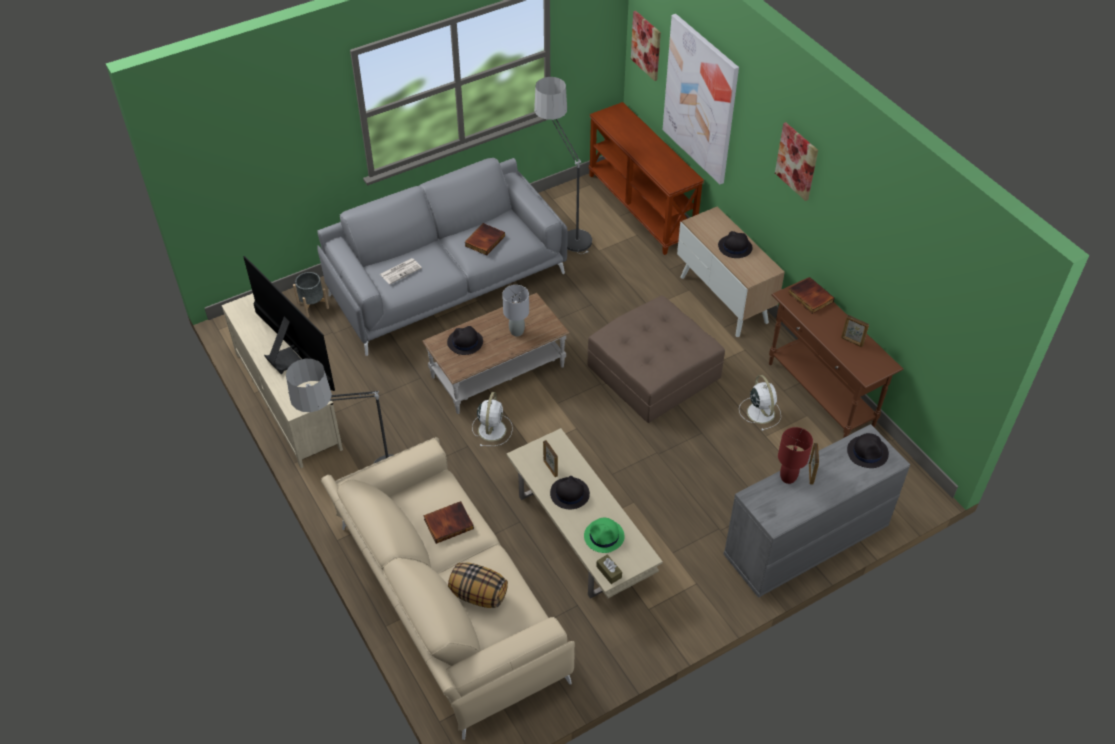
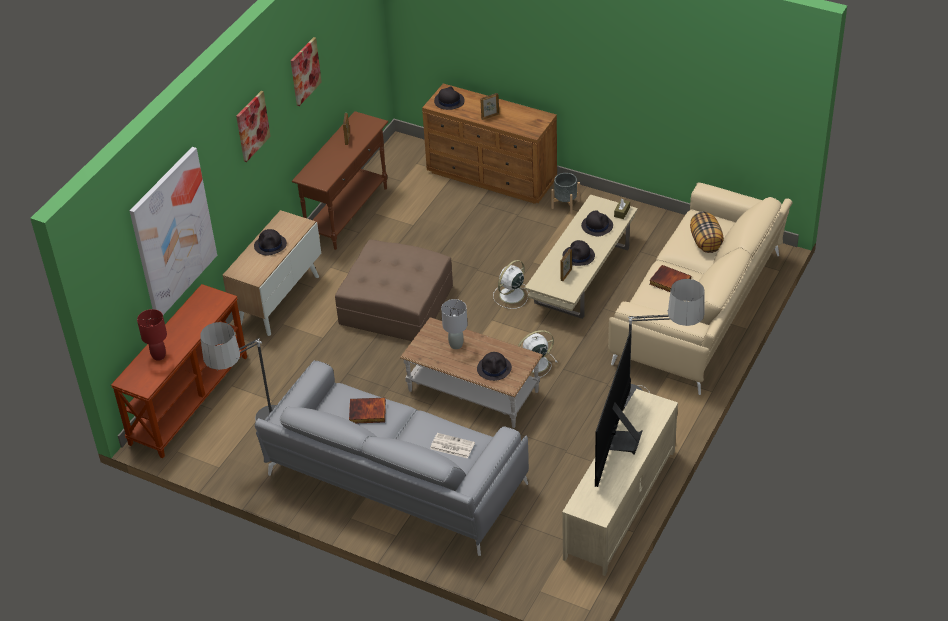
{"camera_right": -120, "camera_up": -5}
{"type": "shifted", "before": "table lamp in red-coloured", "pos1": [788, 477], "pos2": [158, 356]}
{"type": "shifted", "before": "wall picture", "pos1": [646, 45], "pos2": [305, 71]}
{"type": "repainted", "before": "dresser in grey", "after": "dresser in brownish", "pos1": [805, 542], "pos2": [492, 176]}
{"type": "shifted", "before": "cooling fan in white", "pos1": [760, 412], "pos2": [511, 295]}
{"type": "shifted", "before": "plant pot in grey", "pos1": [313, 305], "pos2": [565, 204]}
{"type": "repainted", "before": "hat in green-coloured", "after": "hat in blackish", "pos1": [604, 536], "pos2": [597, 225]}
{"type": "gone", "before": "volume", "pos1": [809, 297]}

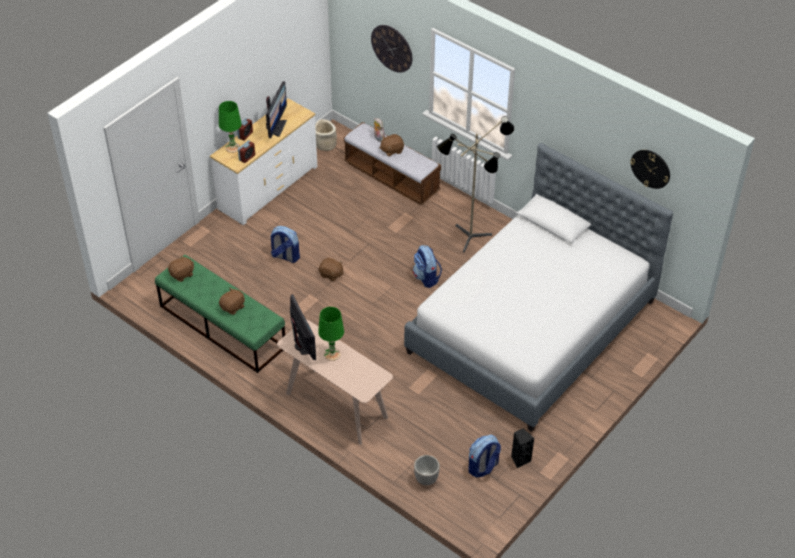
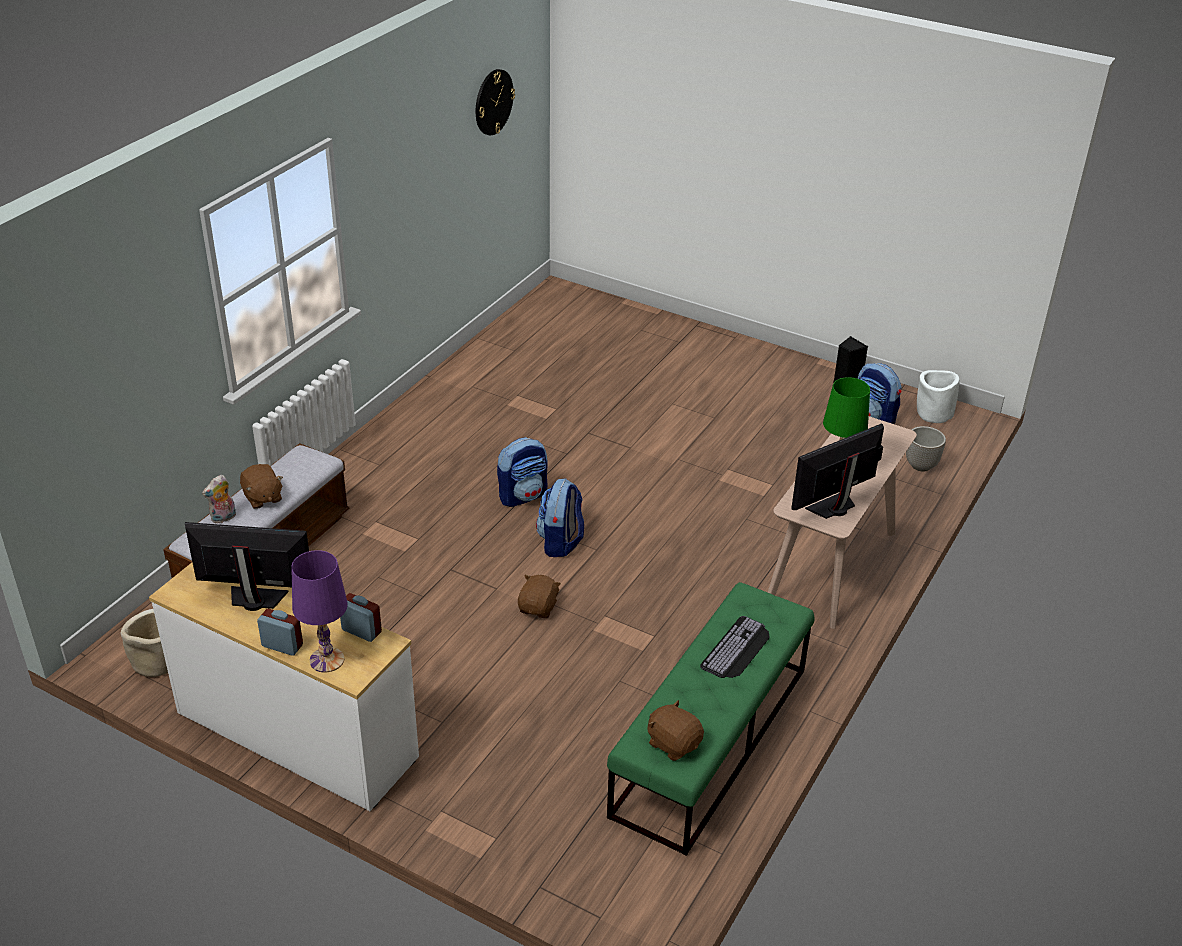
{"camera_right": -100, "camera_up": -10}
{"type": "repainted", "before": "table lamp in green-coloured", "after": "table lamp in purplish", "pos1": [233, 147], "pos2": [326, 659]}
{"type": "shifted", "before": "knapsack", "pos1": [285, 256], "pos2": [561, 542]}
{"type": "swapped", "before": "soft toy in brownish", "after": "keyboard", "pos1": [233, 307], "pos2": [737, 649]}
{"type": "new", "after": "plant pot in white", "pos2": [934, 413]}
{"type": "gone", "before": "clock on the wall", "pos1": [392, 48]}
{"type": "gone", "before": "sleeping bed", "pos1": [532, 326]}
{"type": "gone", "before": "standard lamp", "pos1": [472, 241]}

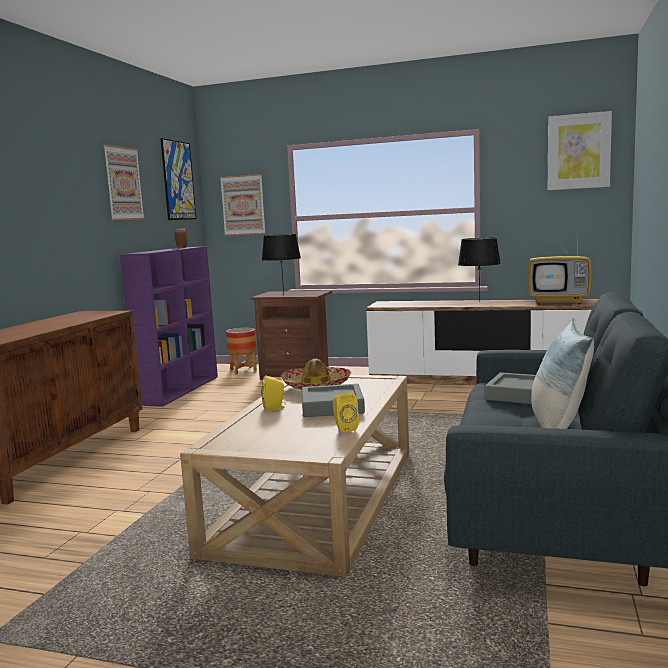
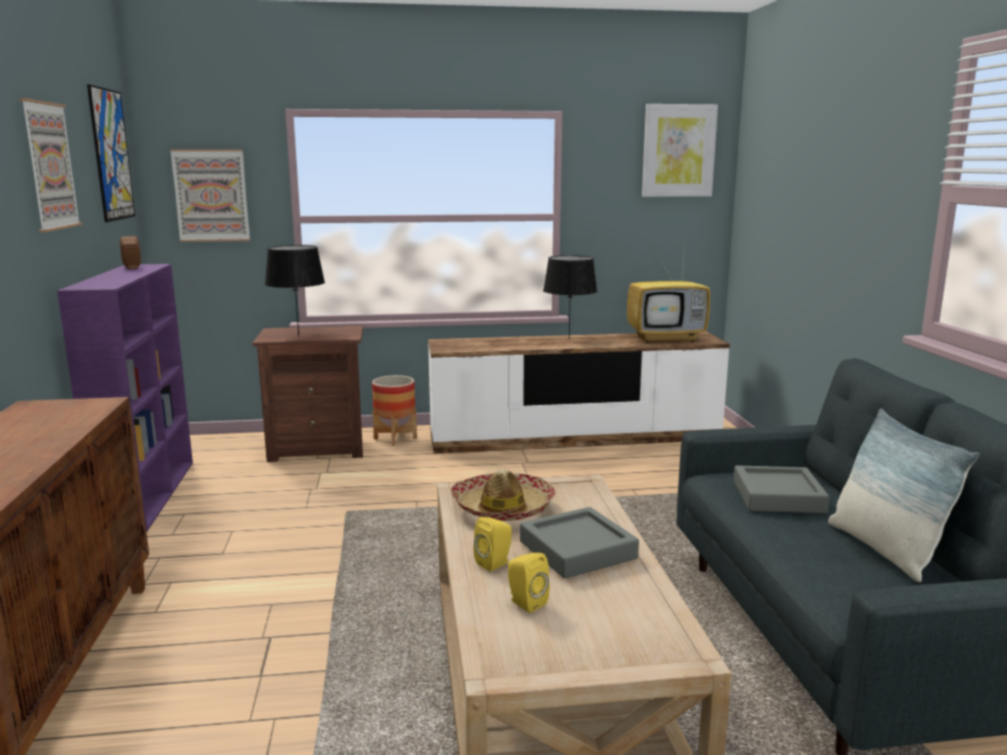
{"camera_right": -25, "camera_up": 5}
{"type": "shifted", "before": "plant pot", "pos1": [243, 370], "pos2": [395, 438]}
{"type": "shifted", "before": "loudspeaker in yellow-coloured", "pos1": [344, 428], "pos2": [525, 602]}

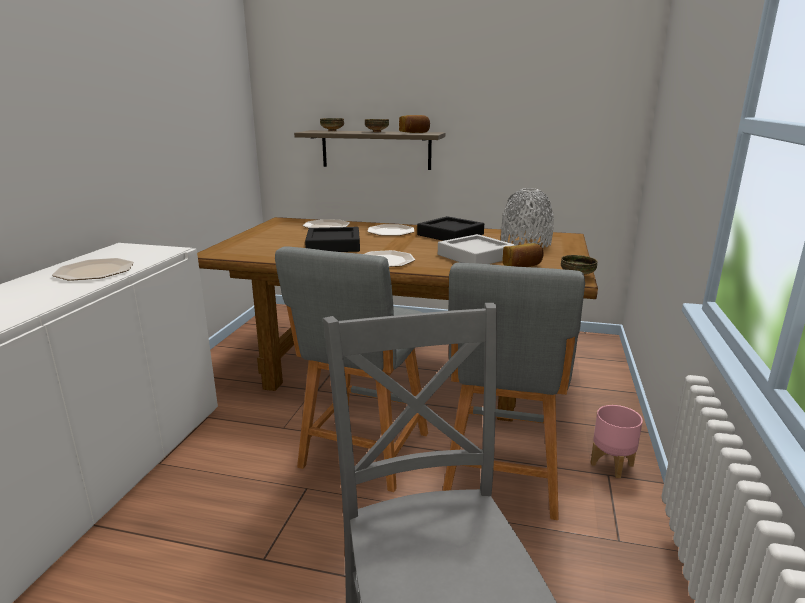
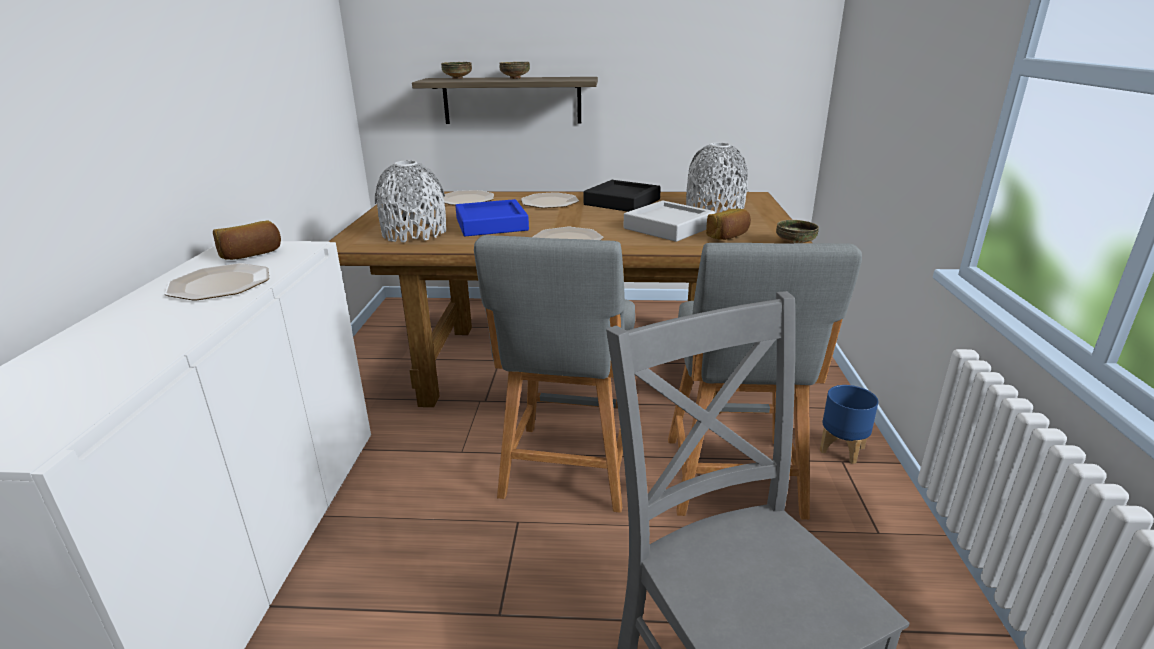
{"camera_right": -10, "camera_up": 5}
{"type": "shifted", "before": "bakery bread", "pos1": [415, 133], "pos2": [251, 254]}
{"type": "new", "after": "flower vase in grey", "pos2": [414, 233]}
{"type": "repainted", "before": "serving tray in blackish", "after": "serving tray in blue-coloured", "pos1": [333, 245], "pos2": [491, 224]}
{"type": "repainted", "before": "plant pot in pink", "after": "plant pot in blue-coloured", "pos1": [612, 465], "pos2": [842, 450]}

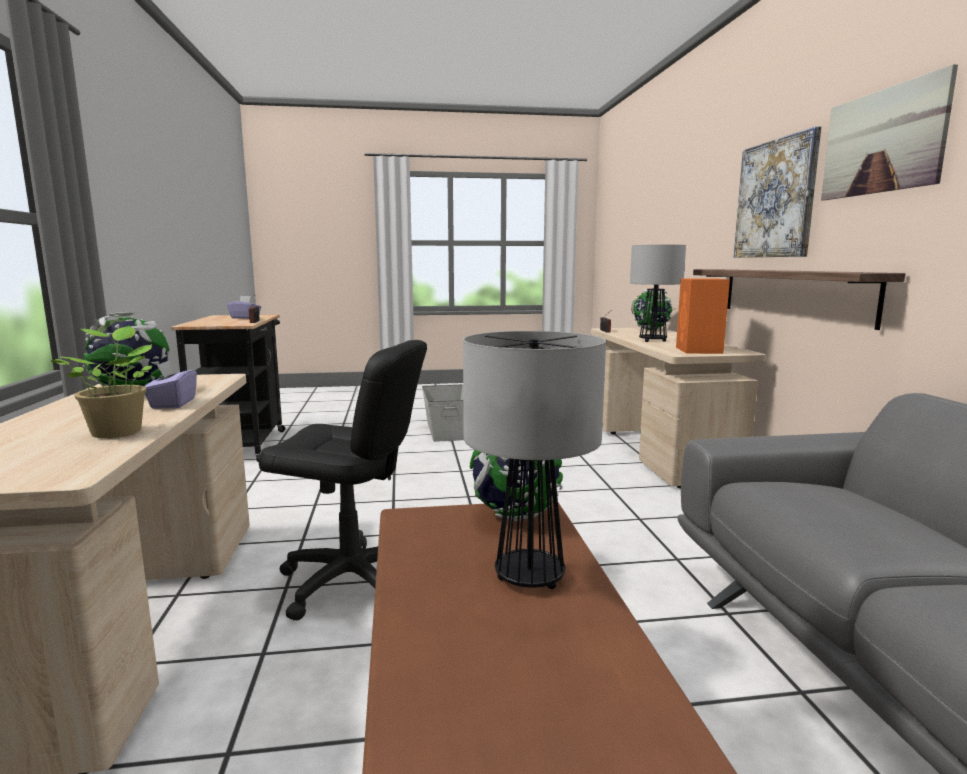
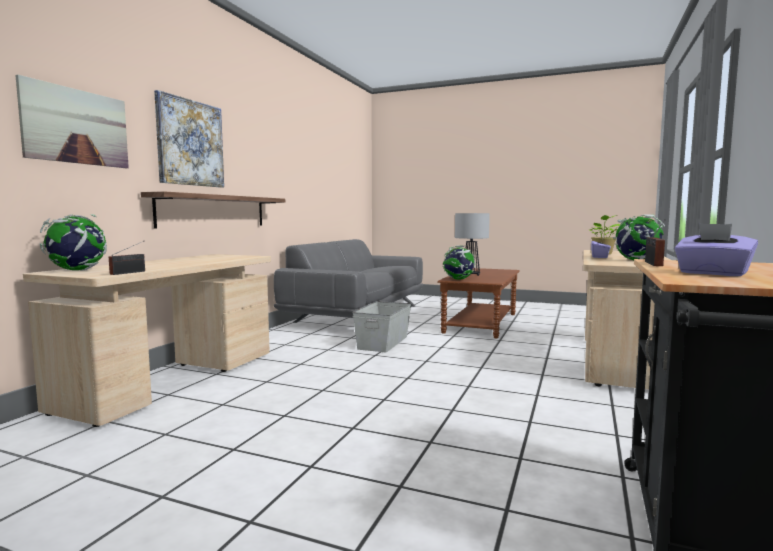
{"camera_right": -150, "camera_up": -5}
{"type": "shifted", "before": "wall picture", "pos1": [882, 141], "pos2": [77, 126]}
{"type": "shifted", "before": "storage box in grey", "pos1": [447, 430], "pos2": [382, 342]}
{"type": "gone", "before": "office chair in blackish", "pos1": [352, 582]}
{"type": "gone", "before": "table lamp", "pos1": [653, 341]}
{"type": "gone", "before": "loudspeaker in orangey", "pos1": [699, 350]}

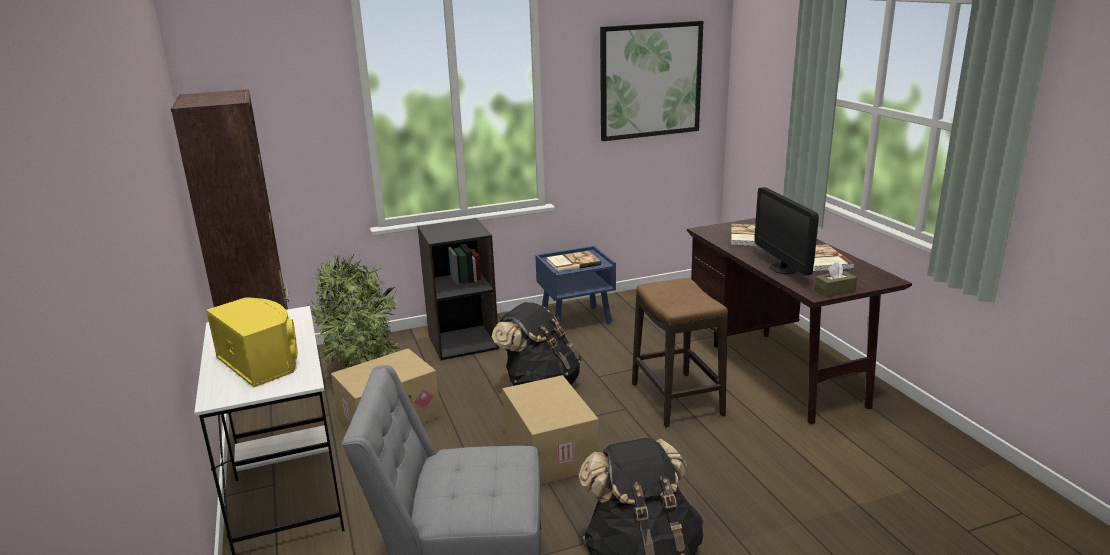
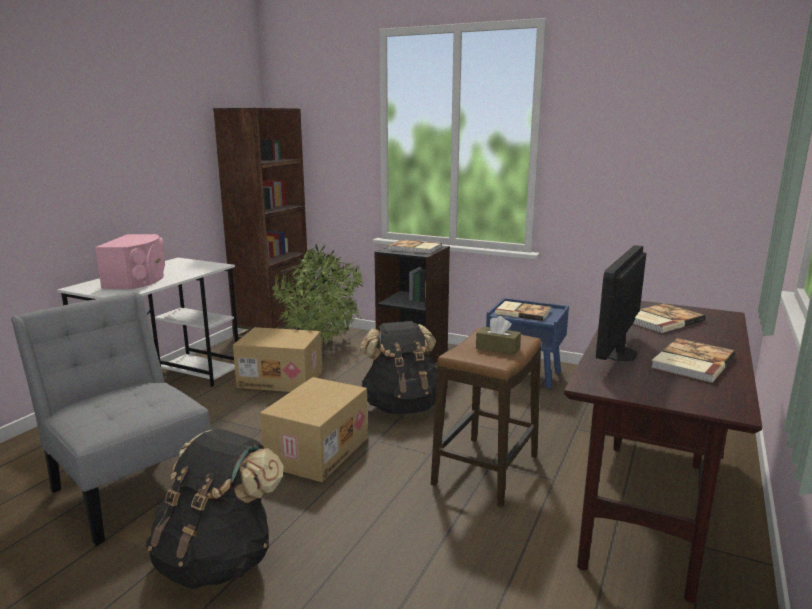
{"camera_right": 45, "camera_up": -5}
{"type": "repainted", "before": "loudspeaker in yellow-coloured", "after": "loudspeaker in pink", "pos1": [261, 362], "pos2": [138, 280]}
{"type": "new", "after": "volume", "pos2": [415, 248]}
{"type": "shifted", "before": "box of tissues in brownish", "pos1": [834, 291], "pos2": [497, 348]}
{"type": "gone", "before": "wall picture", "pos1": [650, 80]}

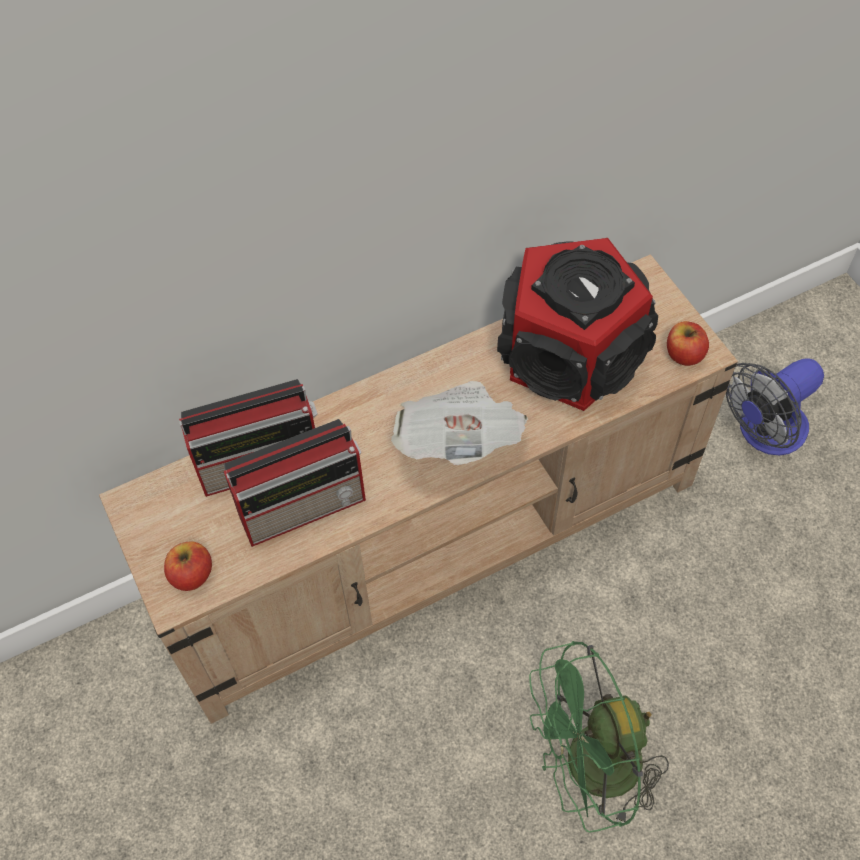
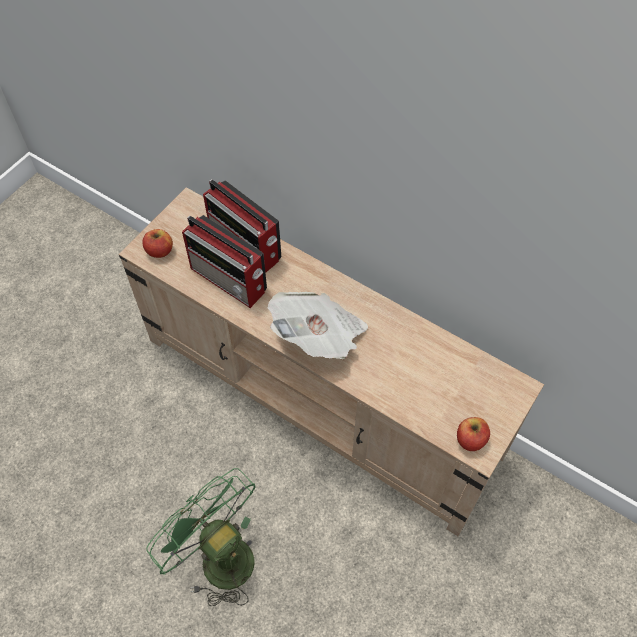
{"camera_right": 60, "camera_up": 0}
{"type": "gone", "before": "loudspeaker", "pos1": [569, 355]}
{"type": "gone", "before": "cooling fan", "pos1": [764, 433]}

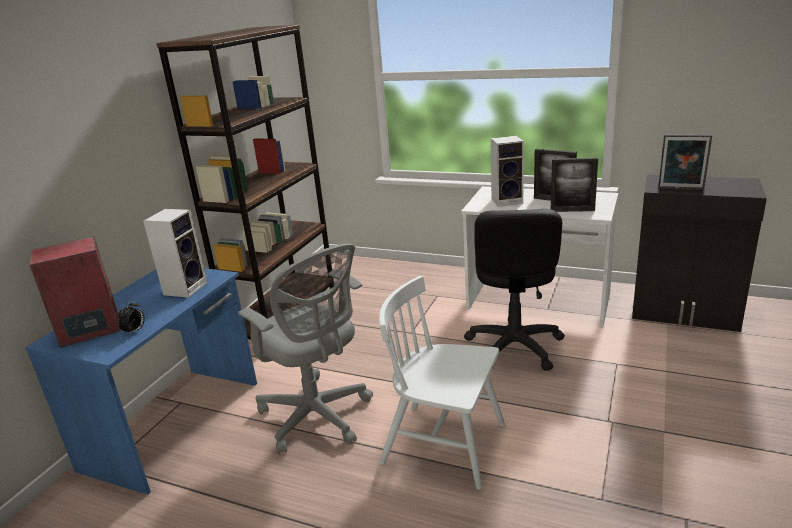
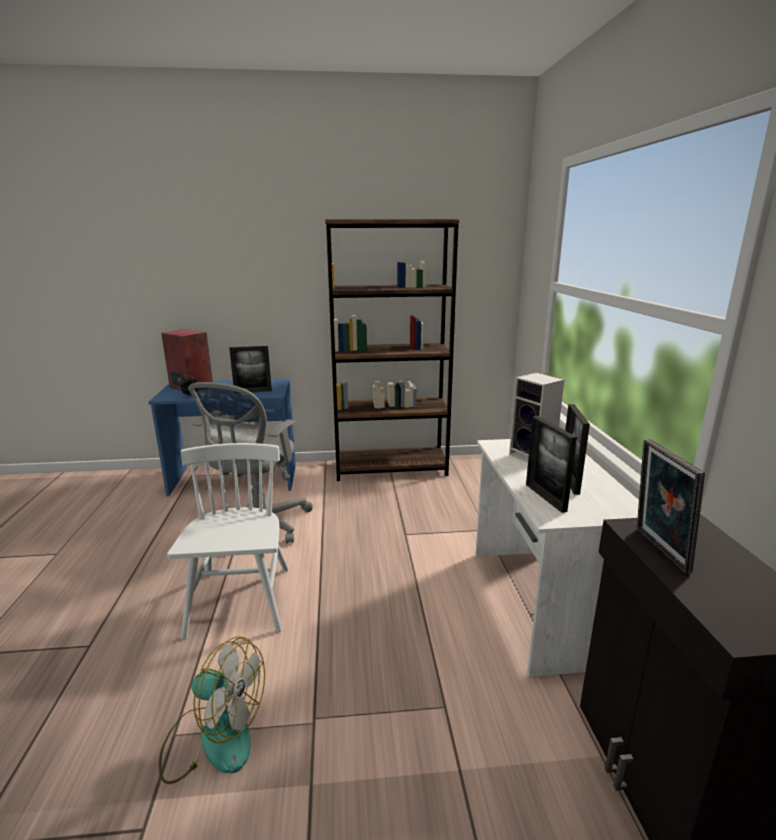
{"camera_right": 60, "camera_up": -5}
{"type": "new", "after": "cooling fan", "pos2": [213, 737]}
{"type": "swapped", "before": "loudspeaker", "after": "picture frame", "pos1": [186, 288], "pos2": [253, 391]}
{"type": "gone", "before": "office chair in blackish", "pos1": [514, 347]}

